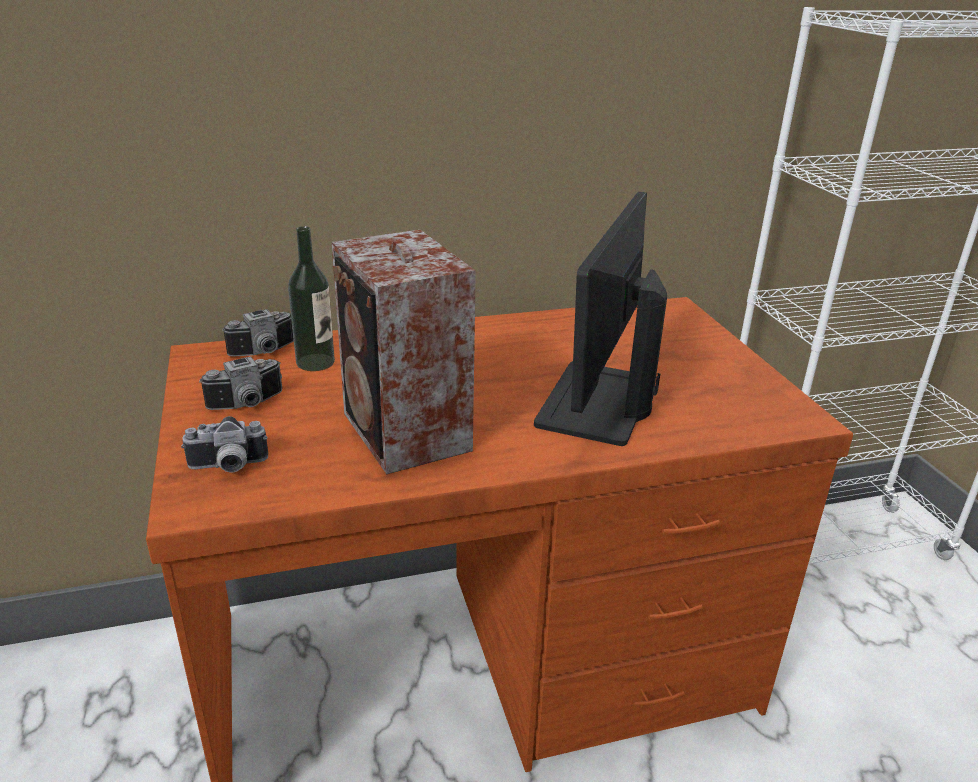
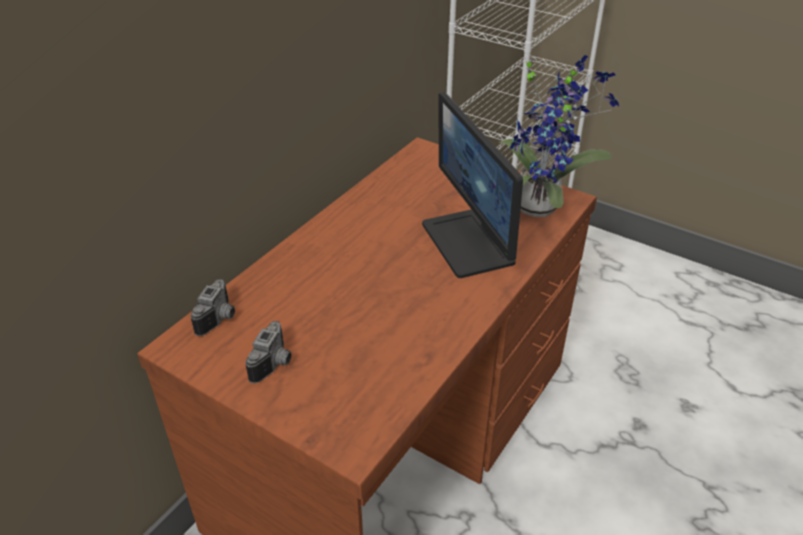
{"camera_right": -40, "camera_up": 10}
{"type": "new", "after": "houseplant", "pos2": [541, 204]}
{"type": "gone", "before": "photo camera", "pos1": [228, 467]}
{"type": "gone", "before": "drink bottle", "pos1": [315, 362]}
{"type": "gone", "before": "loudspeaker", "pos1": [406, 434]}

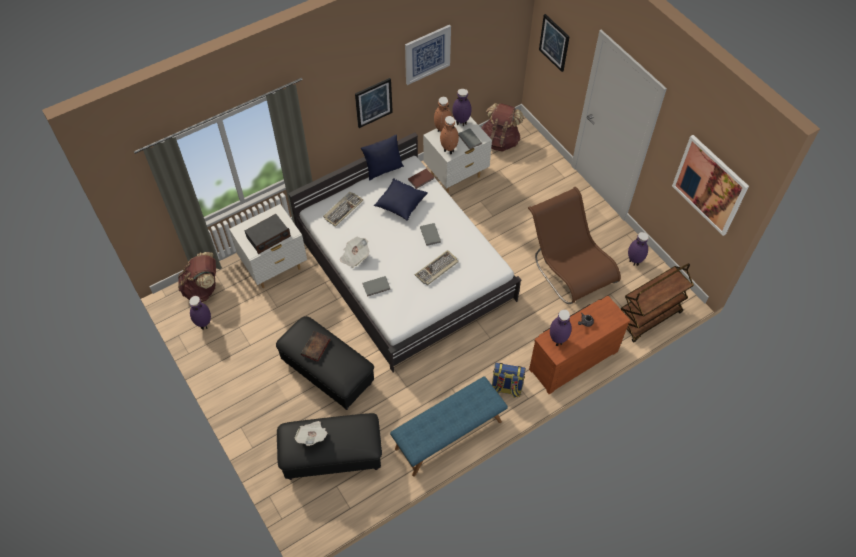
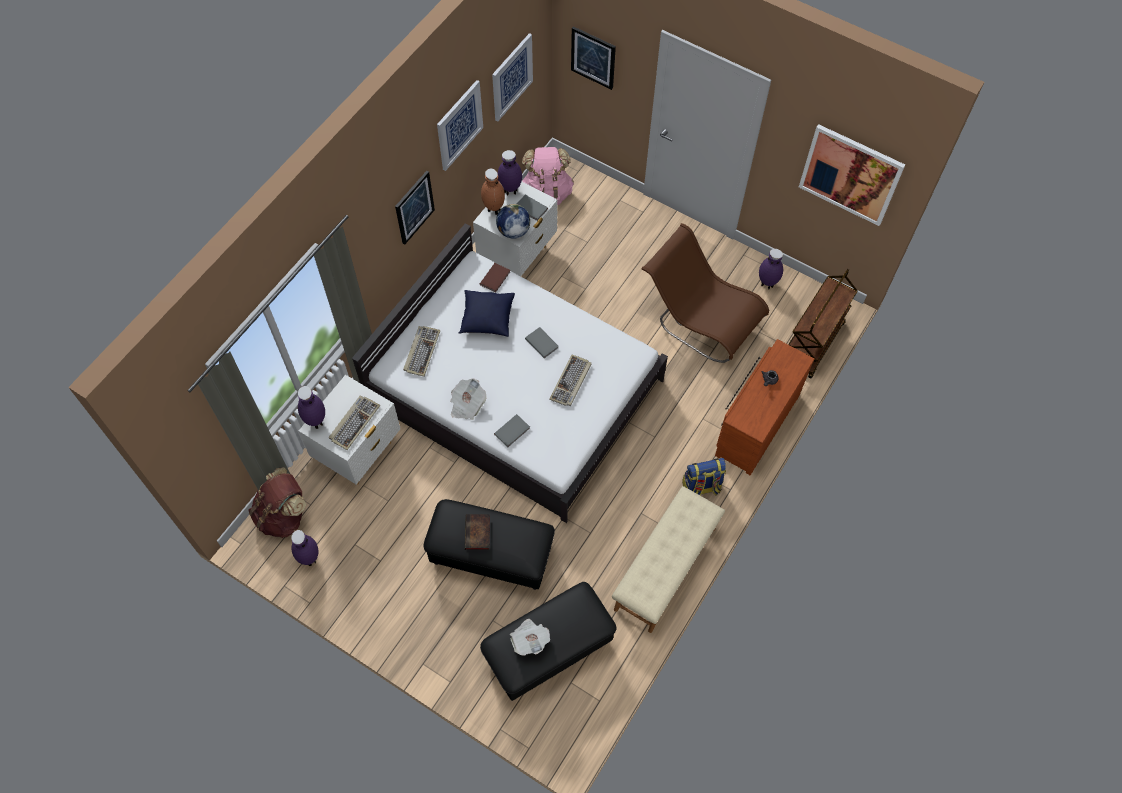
{"camera_right": -25, "camera_up": 5}
{"type": "shifted", "before": "flower vase in purplish", "pos1": [557, 340], "pos2": [315, 422]}
{"type": "swapped", "before": "radio receiver", "after": "keyboard", "pos1": [268, 237], "pos2": [354, 422]}
{"type": "new", "after": "wall picture", "pos2": [512, 77]}
{"type": "swapped", "before": "flower vase in brownish", "after": "world globe", "pos1": [448, 150], "pos2": [513, 231]}
{"type": "repainted", "before": "knapsack in brownish", "after": "knapsack in pink", "pos1": [500, 141], "pos2": [547, 193]}
{"type": "repainted", "before": "long seat in blue-coloured", "after": "long seat in beige-coloured", "pos1": [449, 435], "pos2": [666, 569]}
{"type": "gone", "before": "cushion in blue-coloured", "pos1": [383, 169]}

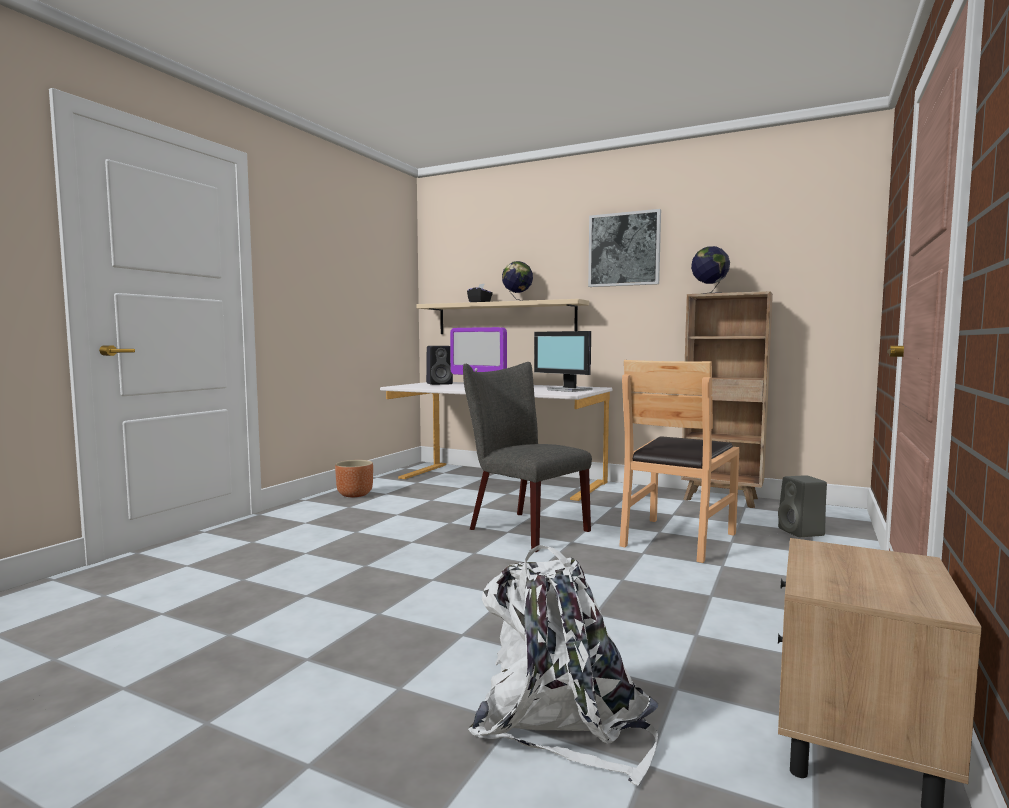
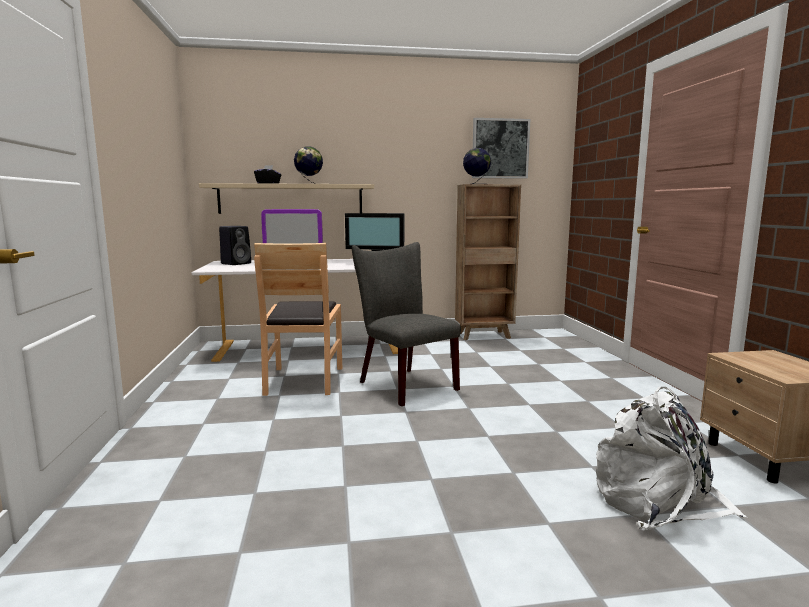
{"camera_right": -35, "camera_up": 5}
{"type": "shifted", "before": "upright chair in brownish", "pos1": [677, 539], "pos2": [303, 380]}
{"type": "rotated", "before": "upright chair in grey", "pos1": [522, 529], "pos2": [403, 384], "turn": 45}
{"type": "shifted", "before": "wall picture", "pos1": [624, 249], "pos2": [500, 149]}
{"type": "gone", "before": "plant pot in brownish", "pos1": [355, 495]}
{"type": "gone", "before": "loudspeaker in grey", "pos1": [802, 532]}

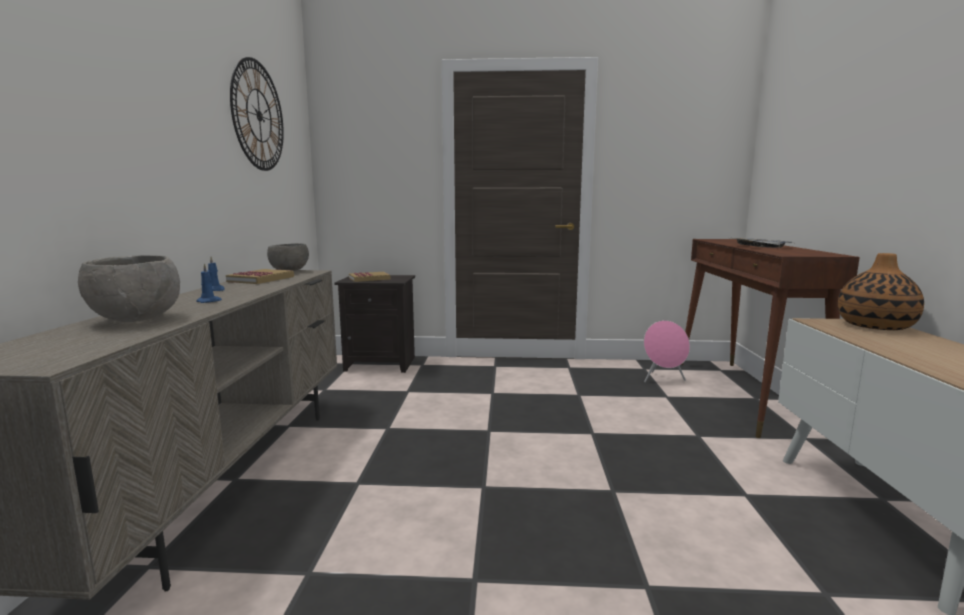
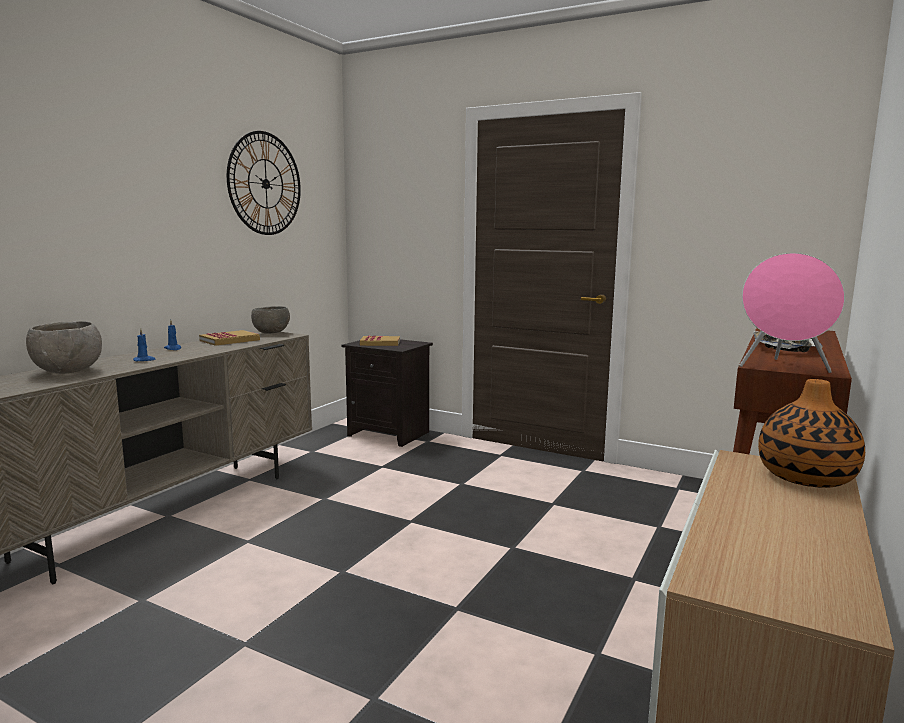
{"camera_right": 25, "camera_up": 0}
{"type": "shifted", "before": "loudspeaker in pink", "pos1": [663, 380], "pos2": [783, 368]}

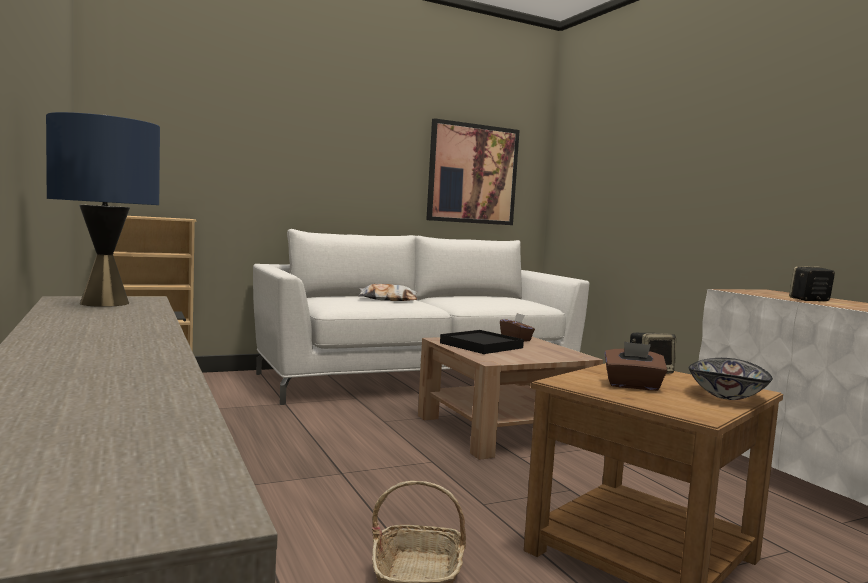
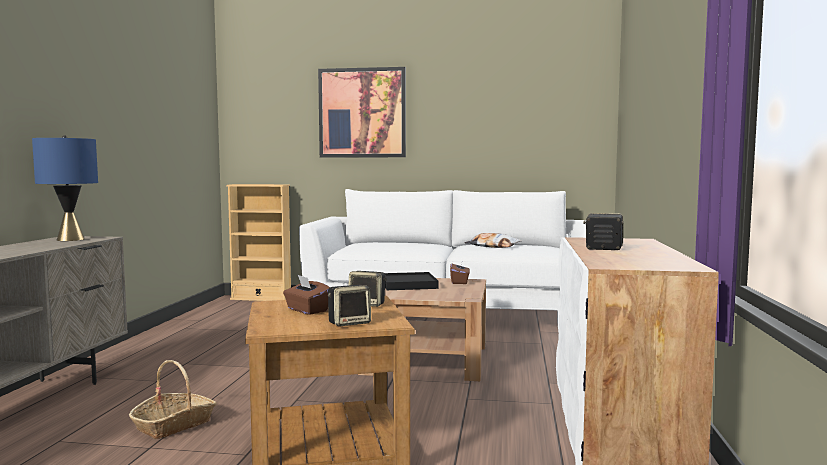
{"camera_right": 35, "camera_up": 0}
{"type": "shifted", "before": "wall picture", "pos1": [472, 174], "pos2": [362, 113]}
{"type": "swapped", "before": "bowl", "after": "loudspeaker", "pos1": [725, 395], "pos2": [349, 323]}
{"type": "shifted", "before": "cushion", "pos1": [388, 299], "pos2": [492, 246]}

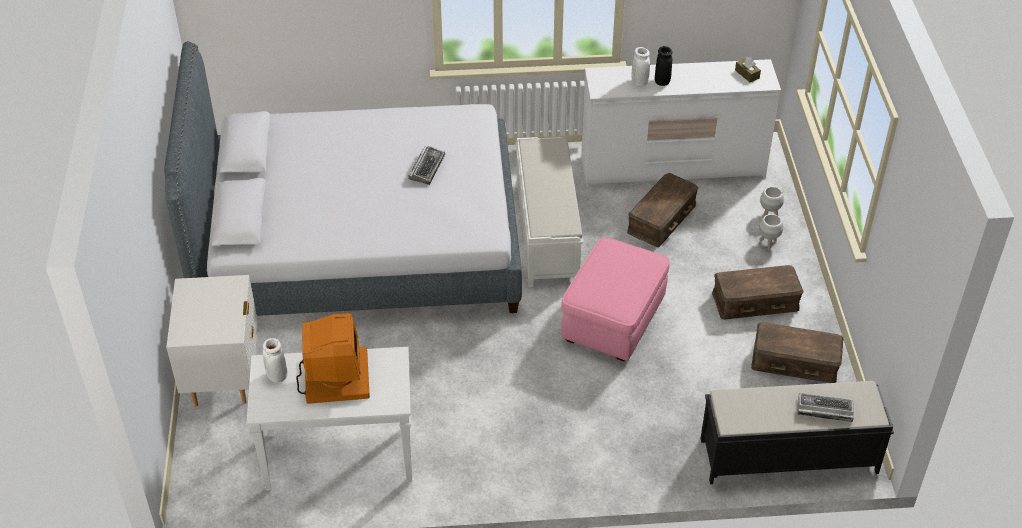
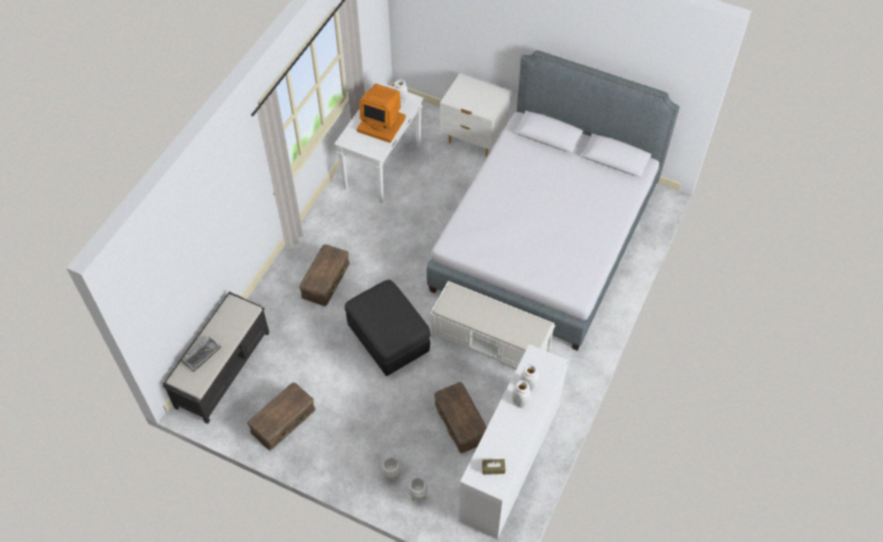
{"camera_right": 120, "camera_up": 10}
{"type": "shifted", "before": "storage box in brownish", "pos1": [755, 301], "pos2": [325, 279]}
{"type": "repainted", "before": "footrest in pink", "after": "footrest in blackish", "pos1": [613, 320], "pos2": [388, 339]}
{"type": "repainted", "before": "flower vase in blackish", "after": "flower vase in white", "pos1": [662, 81], "pos2": [520, 402]}
{"type": "gone", "before": "keyboard", "pos1": [427, 167]}

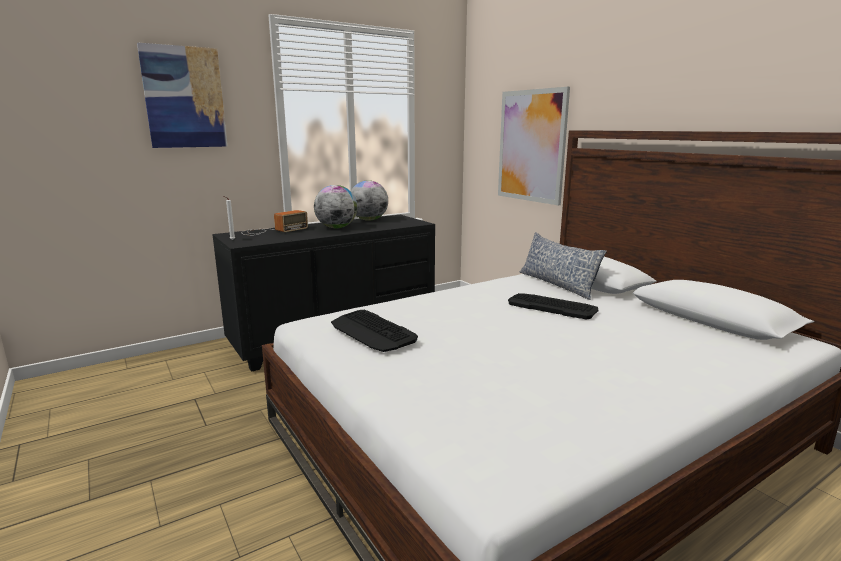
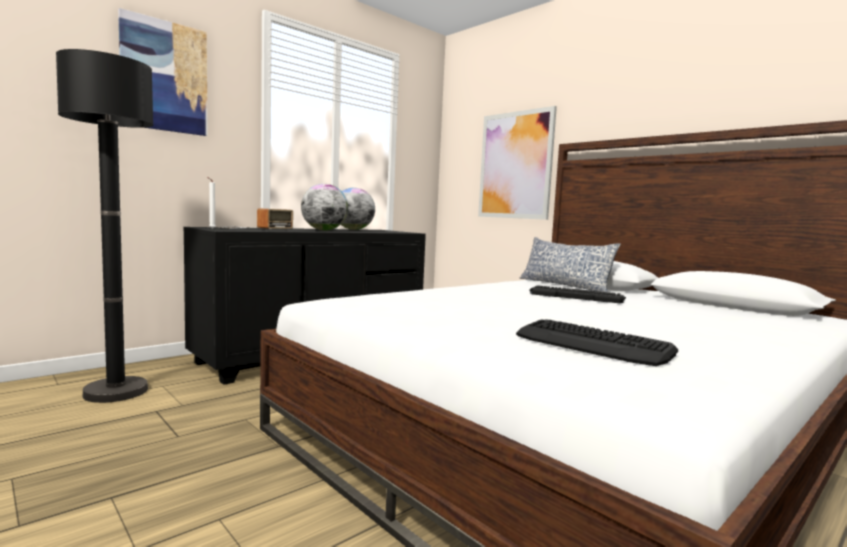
{"camera_right": -10, "camera_up": -10}
{"type": "new", "after": "standard lamp in blackish", "pos2": [116, 392]}
{"type": "shifted", "before": "keyboard", "pos1": [372, 331], "pos2": [592, 344]}

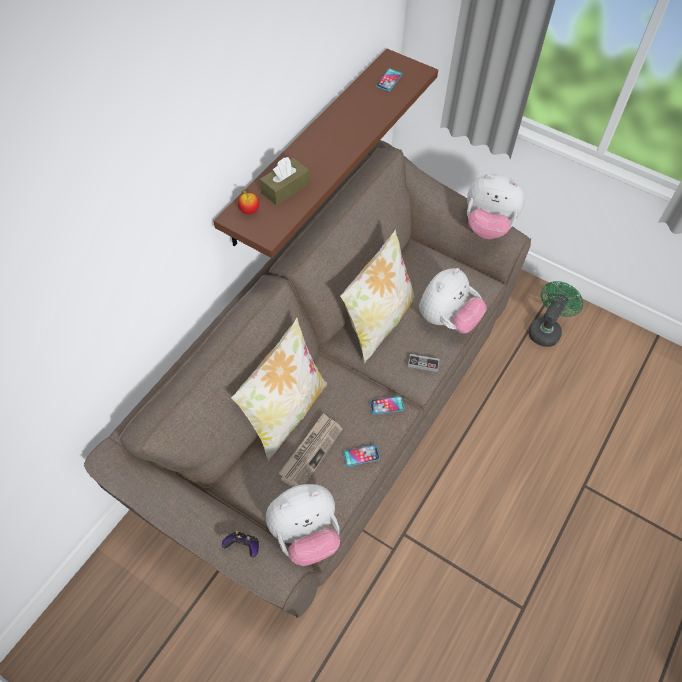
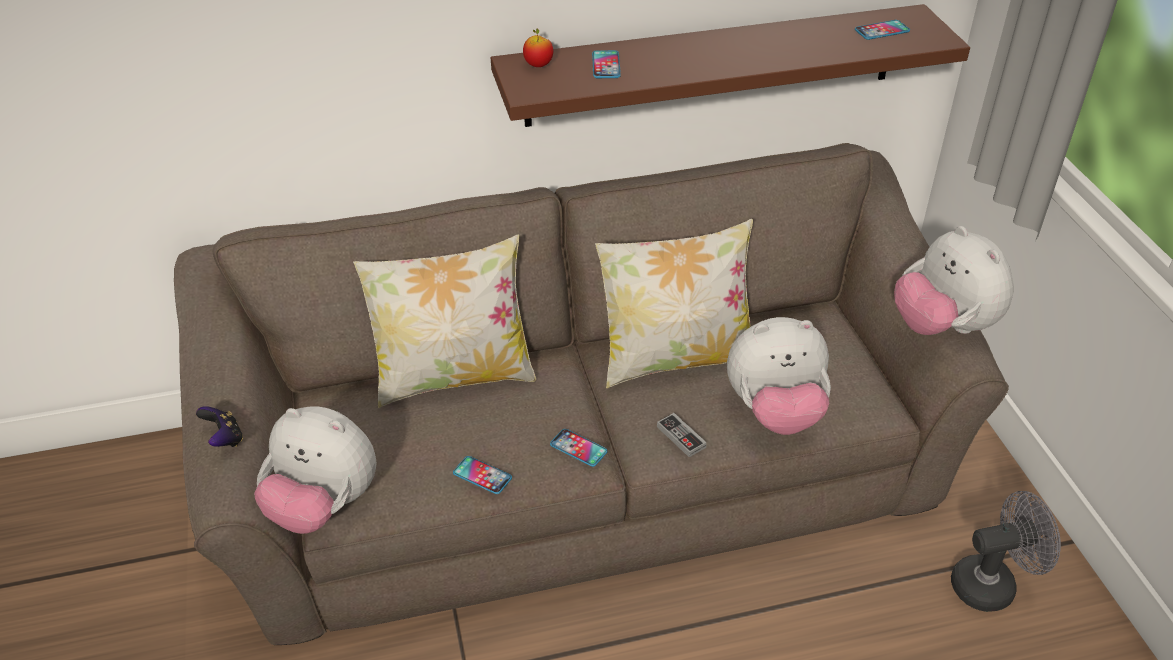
{"camera_right": 45, "camera_up": -15}
{"type": "swapped", "before": "box of tissues in brownish", "after": "telephone", "pos1": [285, 188], "pos2": [606, 65]}
{"type": "repainted", "before": "cooling fan in green-coloured", "after": "cooling fan in grey", "pos1": [546, 329], "pos2": [992, 584]}
{"type": "gone", "before": "daily paper", "pos1": [311, 452]}

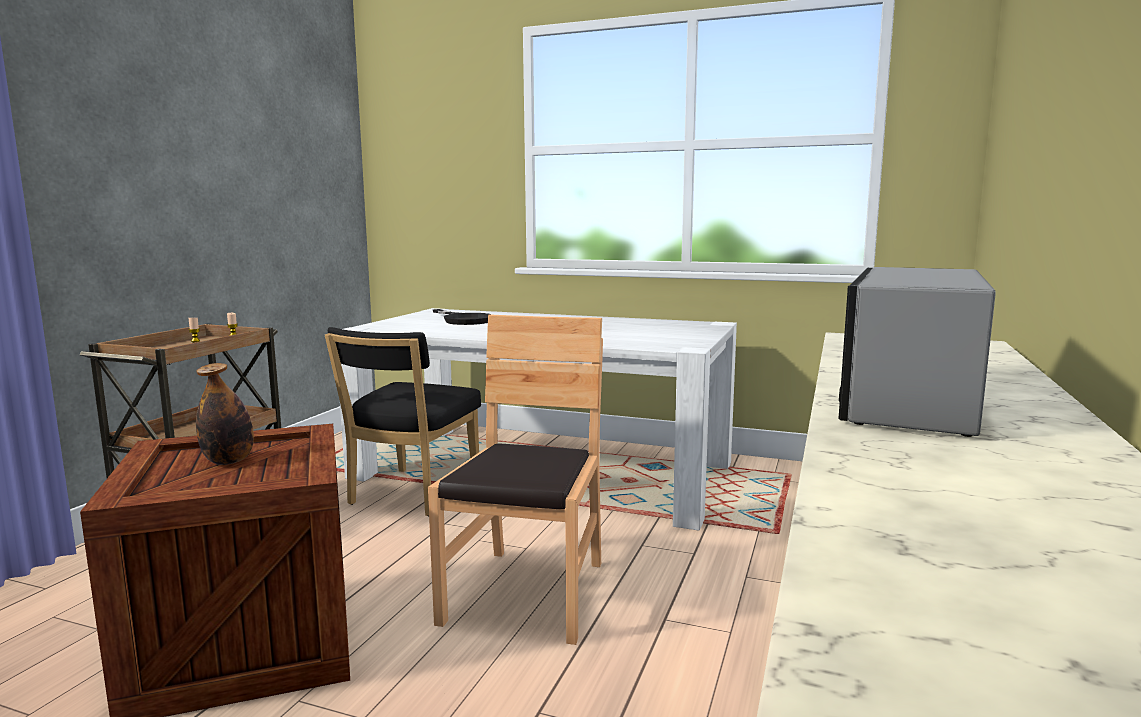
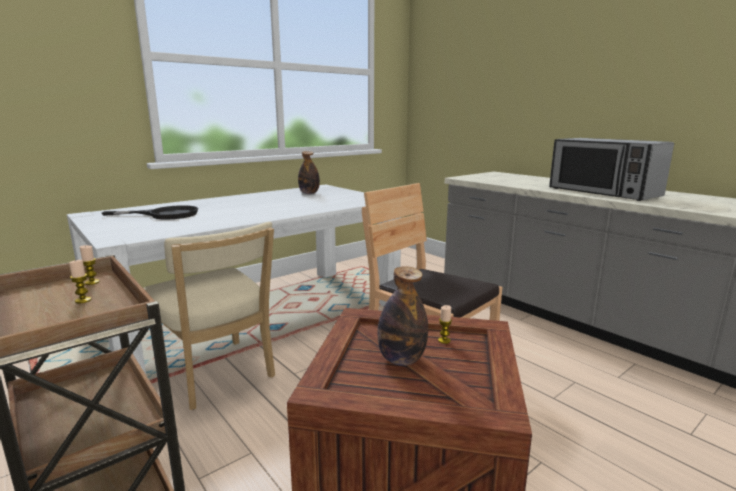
{"camera_right": -60, "camera_up": 5}
{"type": "repainted", "before": "upright chair in blackish", "after": "upright chair in beige-coloured", "pos1": [411, 495], "pos2": [218, 376]}
{"type": "new", "after": "drink bottle", "pos2": [309, 193]}
{"type": "new", "after": "wax light", "pos2": [444, 340]}

